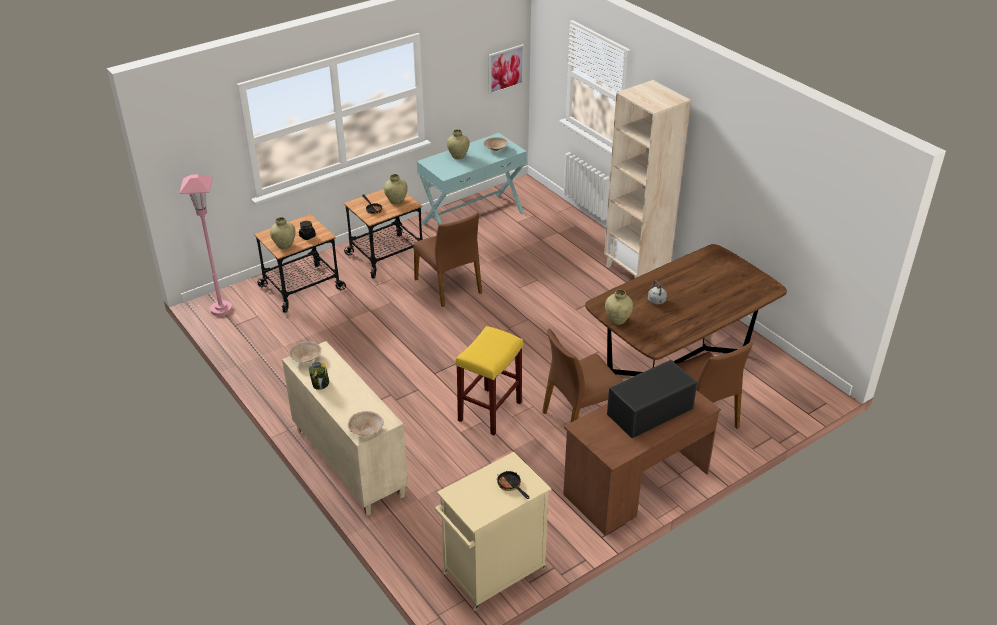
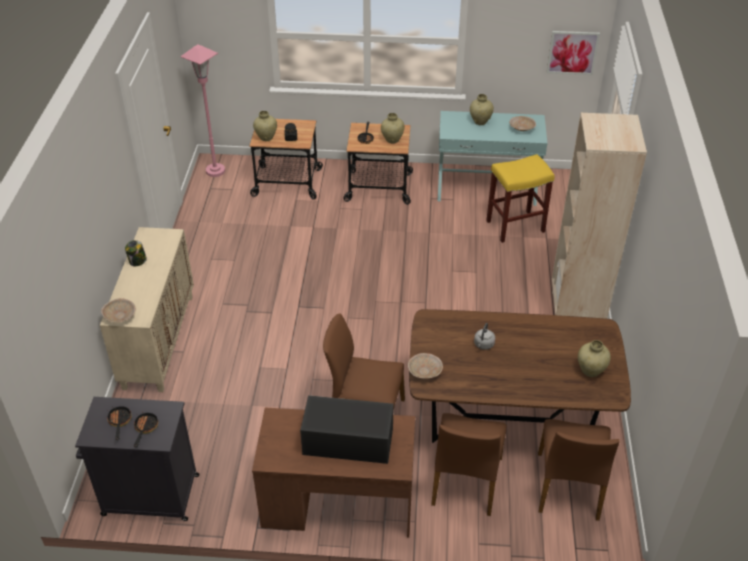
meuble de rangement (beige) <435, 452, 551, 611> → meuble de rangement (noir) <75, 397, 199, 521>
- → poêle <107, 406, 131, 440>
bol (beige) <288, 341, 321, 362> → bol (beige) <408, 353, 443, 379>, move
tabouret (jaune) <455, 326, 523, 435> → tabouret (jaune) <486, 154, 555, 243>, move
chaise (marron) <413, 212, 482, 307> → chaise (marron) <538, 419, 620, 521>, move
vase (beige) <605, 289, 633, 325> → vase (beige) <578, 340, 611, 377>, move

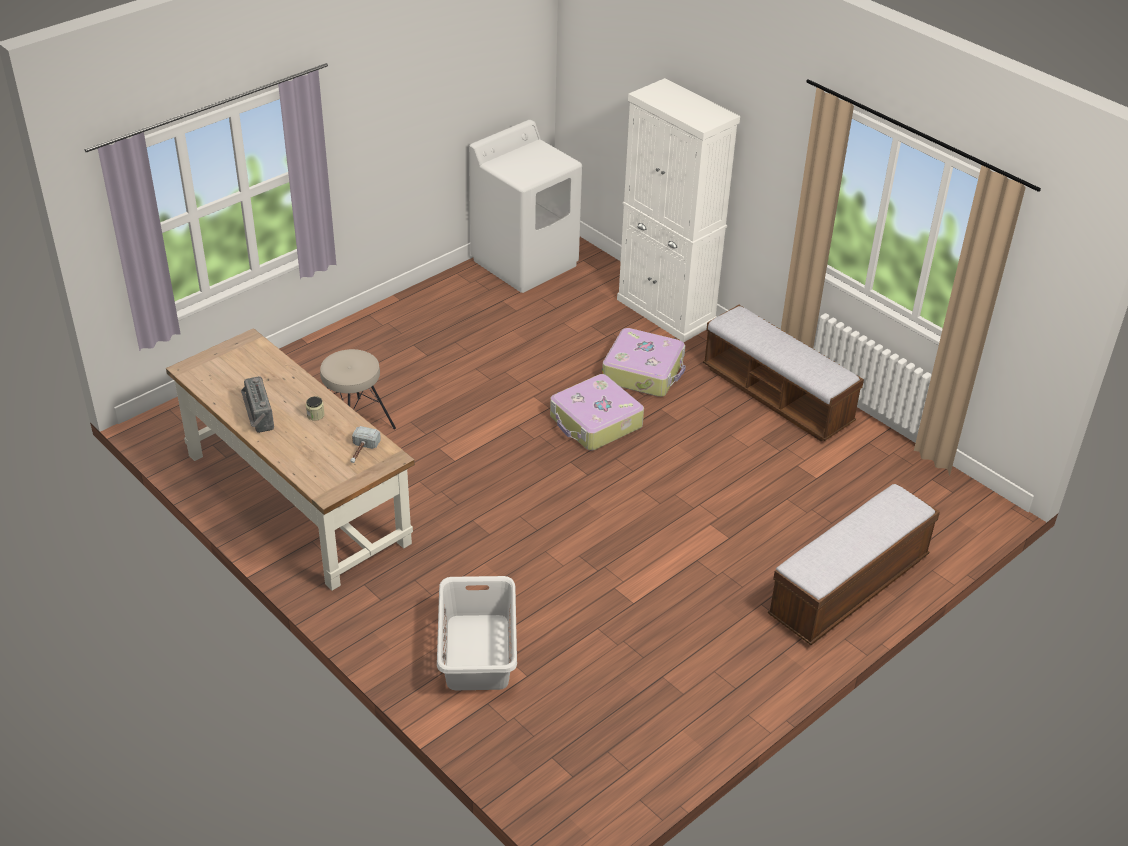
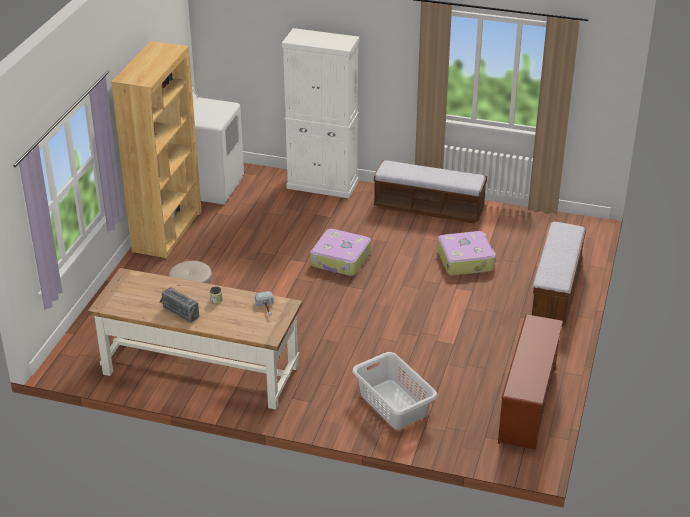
- → bibliothèque (marron) <111, 41, 202, 258>
valise <602, 328, 686, 397> → valise <437, 231, 496, 276>, move
- → étagère à chaussures (marron) <498, 314, 563, 450>

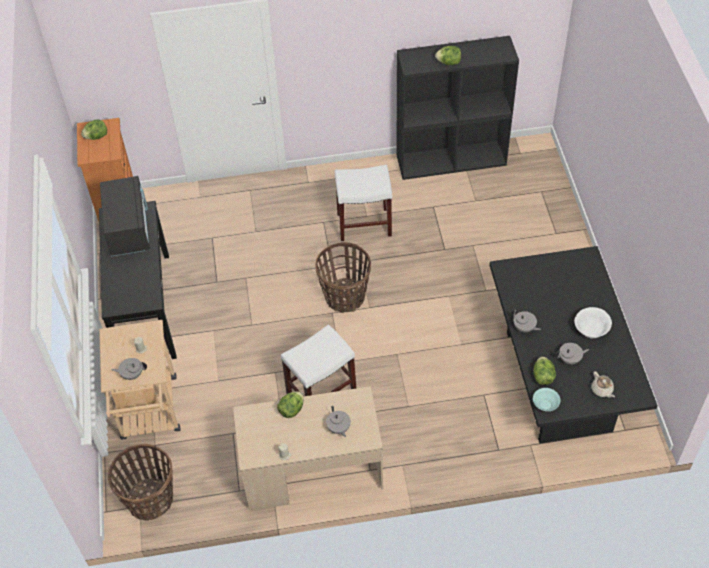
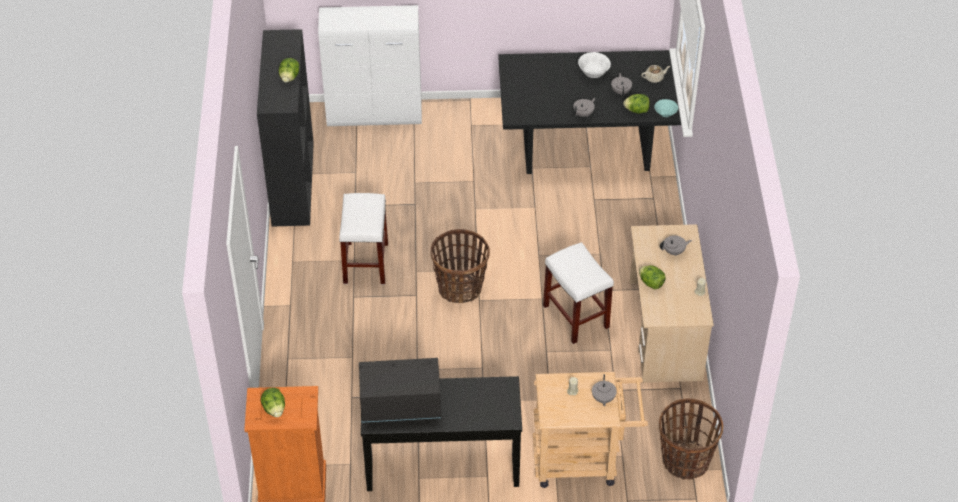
- → meuble de rangement (blanc) <318, 5, 422, 126>

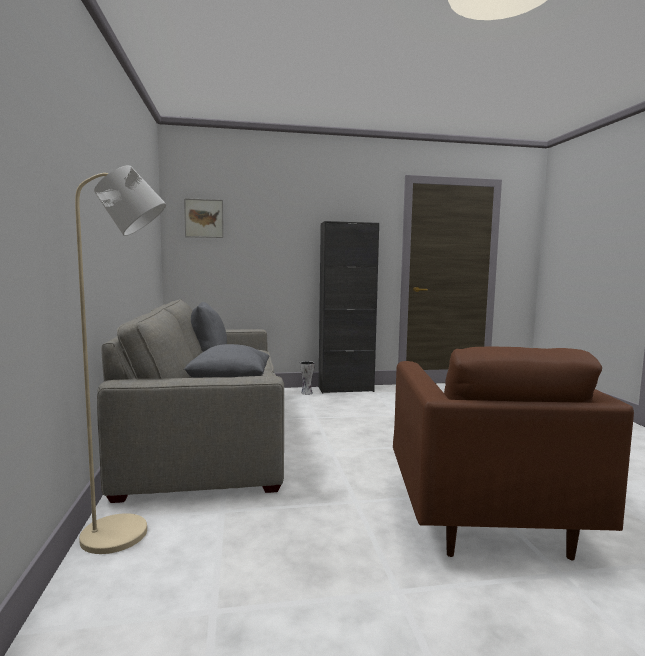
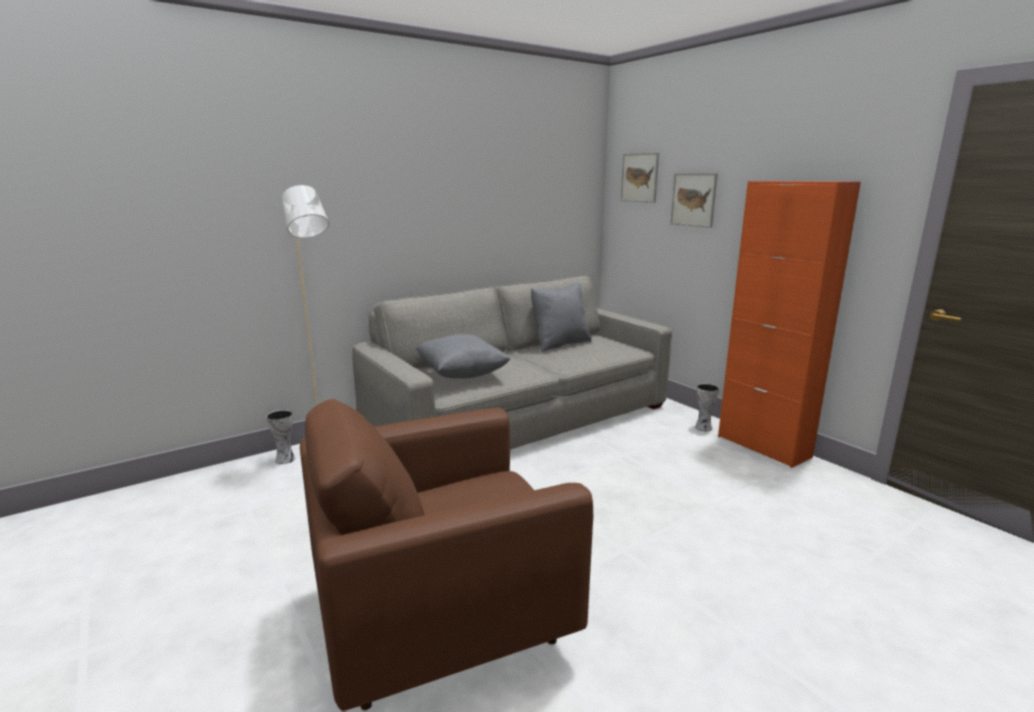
- → vase <266, 410, 296, 464>
- → tableau <670, 173, 718, 228>
meuble de rangement (noir) <319, 221, 379, 394> → meuble de rangement (orange) <718, 181, 861, 468>

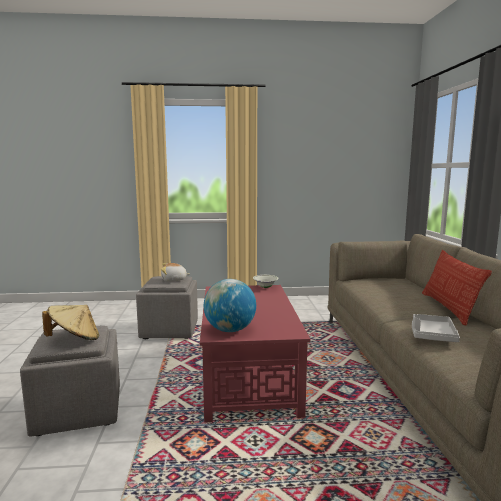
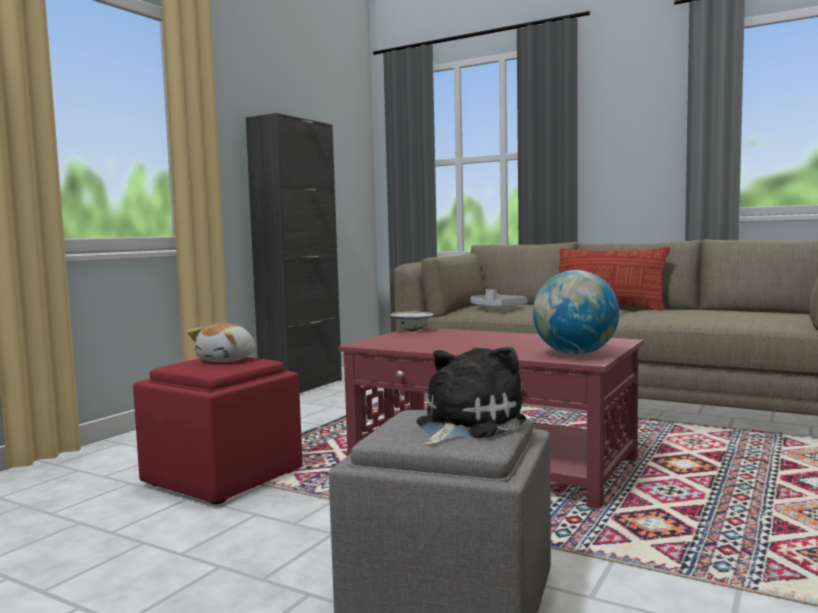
pouf (gris) <136, 276, 198, 339> → pouf (rouge) <133, 357, 303, 504>
- → meuble de rangement (noir) <246, 113, 342, 393>
chapeau (beige) <42, 305, 99, 340> → peluche <417, 347, 526, 446>
plateau (gris) <412, 314, 460, 342> → plateau (gris) <470, 289, 527, 309>, move

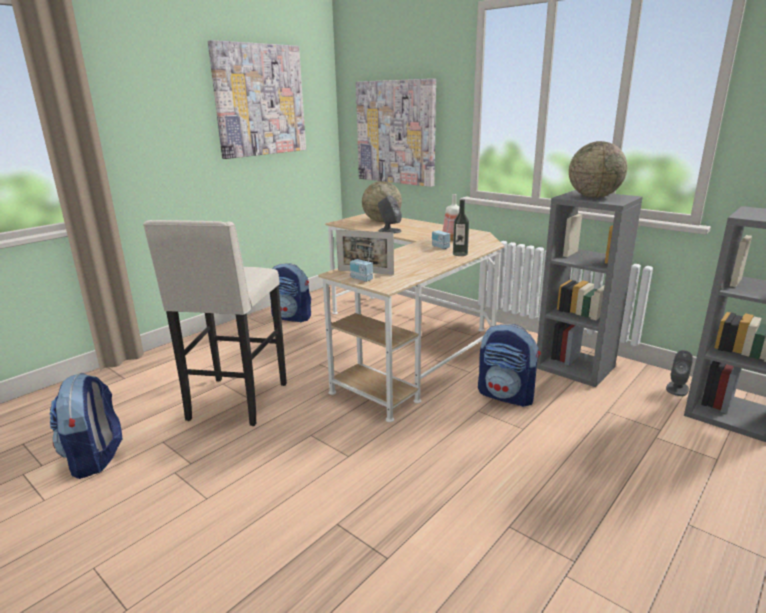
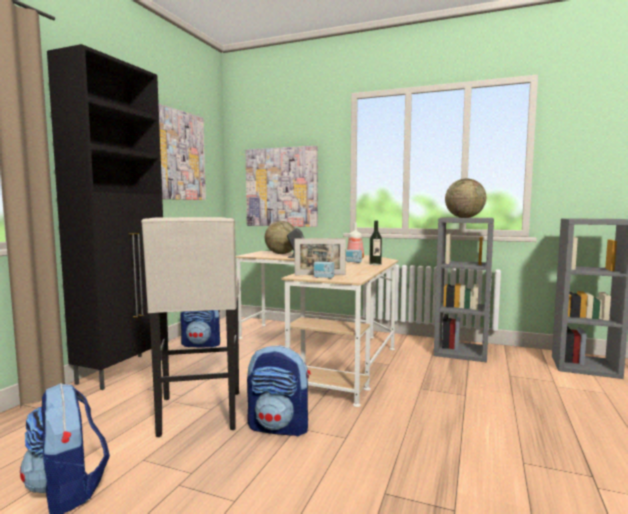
- → meuble de rangement (noir) <47, 44, 168, 390>
sac à dos <478, 324, 541, 407> → sac à dos <247, 345, 311, 436>, move
enceinte (gris) <666, 350, 693, 396> → -

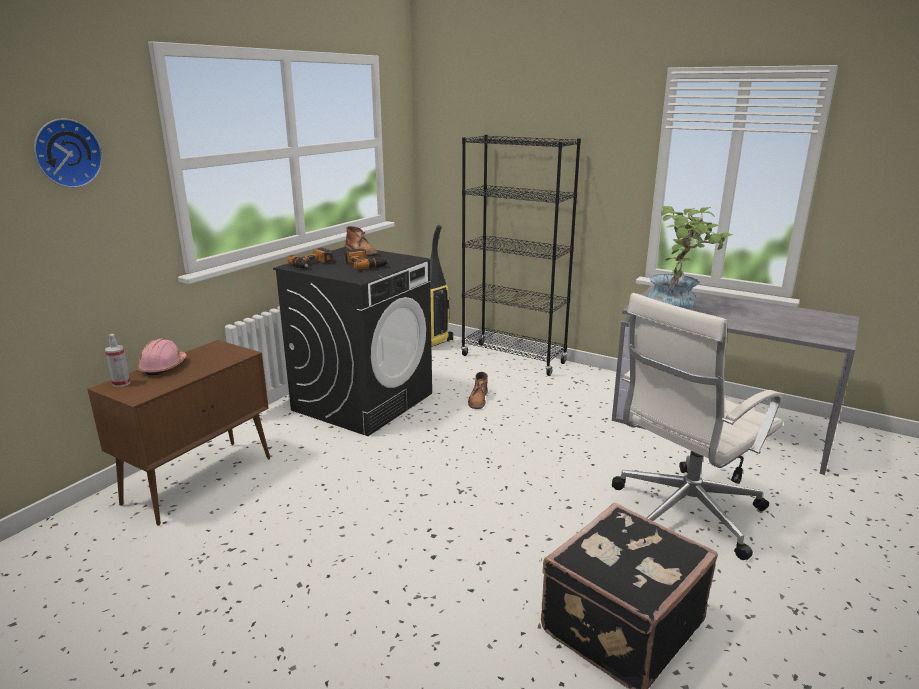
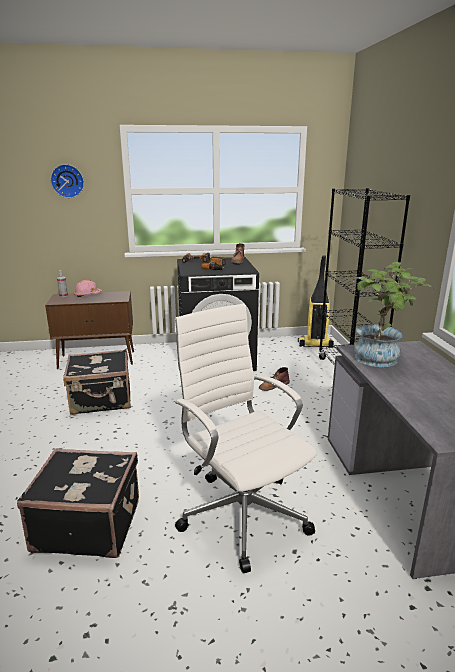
- → valise (noir) <63, 349, 131, 415>
chaise de bureau (blanc) <612, 293, 783, 560> → chaise de bureau (blanc) <174, 303, 317, 573>, 45 degrees clockwise

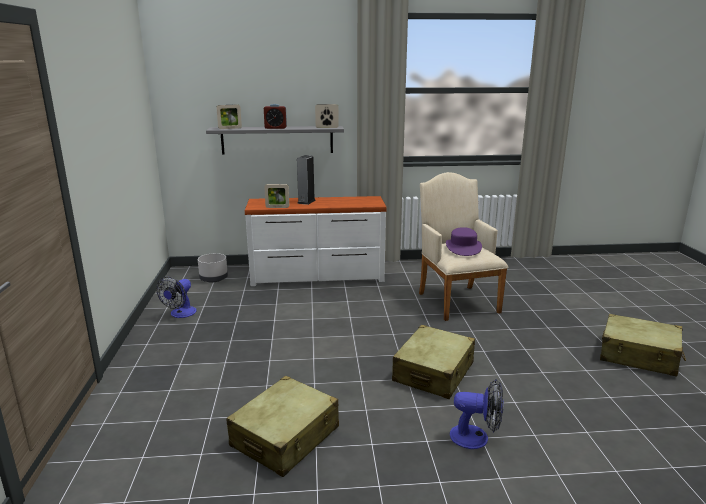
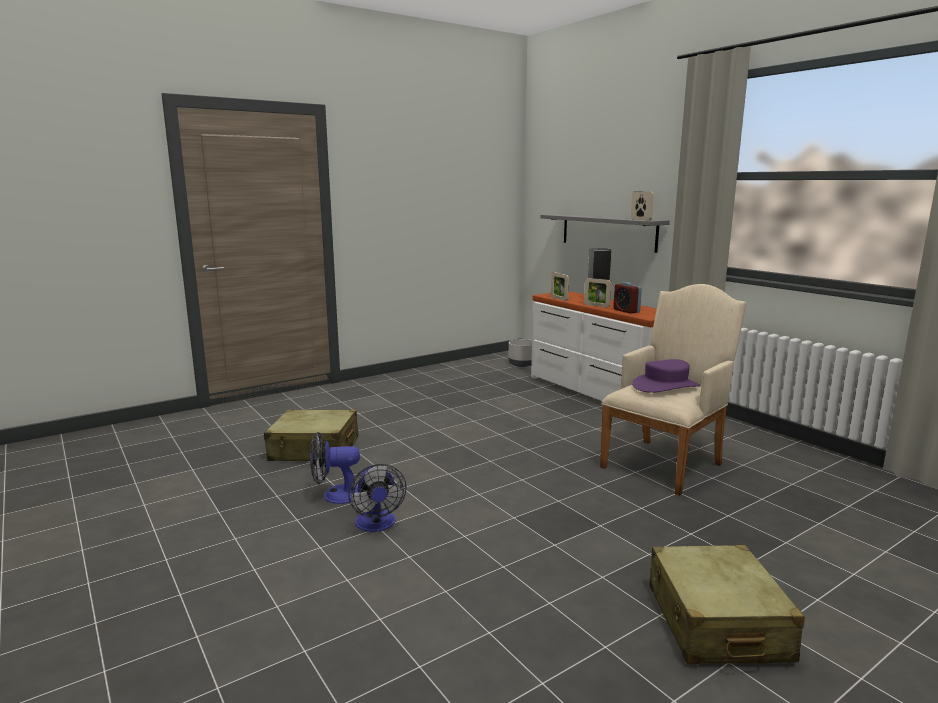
ventilateur <157, 277, 197, 318> → ventilateur <310, 432, 360, 504>, move
cadre photo <216, 105, 242, 129> → cadre photo <584, 278, 611, 308>, move
réveil <264, 104, 287, 129> → réveil <613, 282, 642, 314>, move
valise (beige) <392, 325, 475, 399> → -

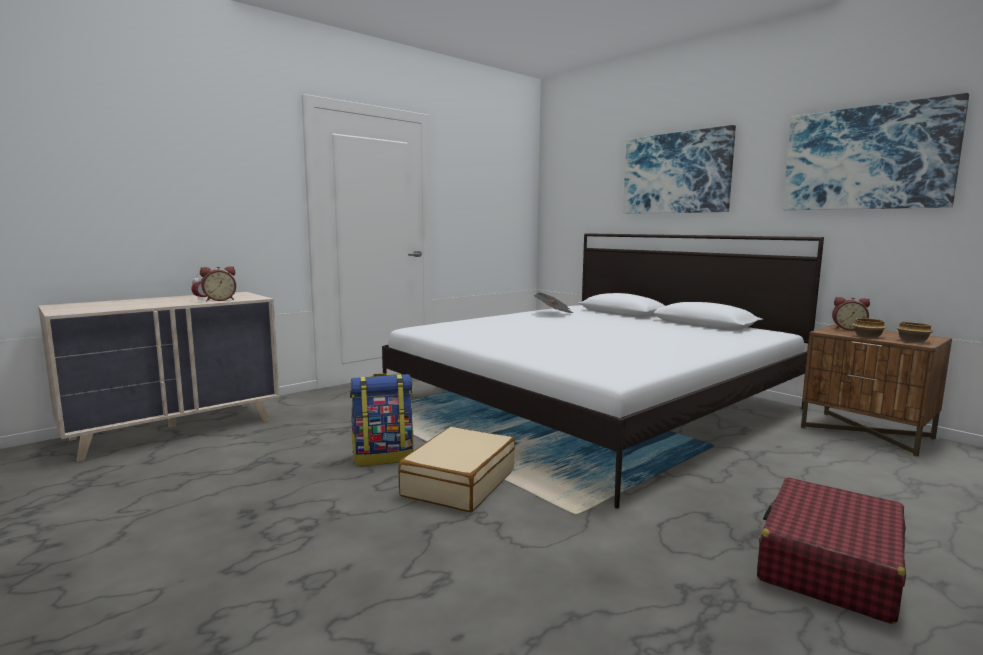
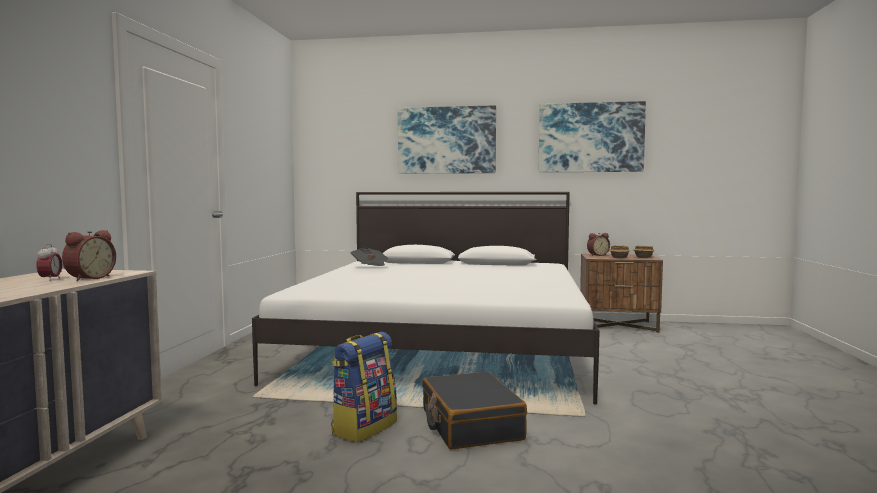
valise (beige) <398, 427, 515, 512> → valise (noir) <422, 371, 527, 449>
valise (rouge) <757, 477, 906, 624> → -

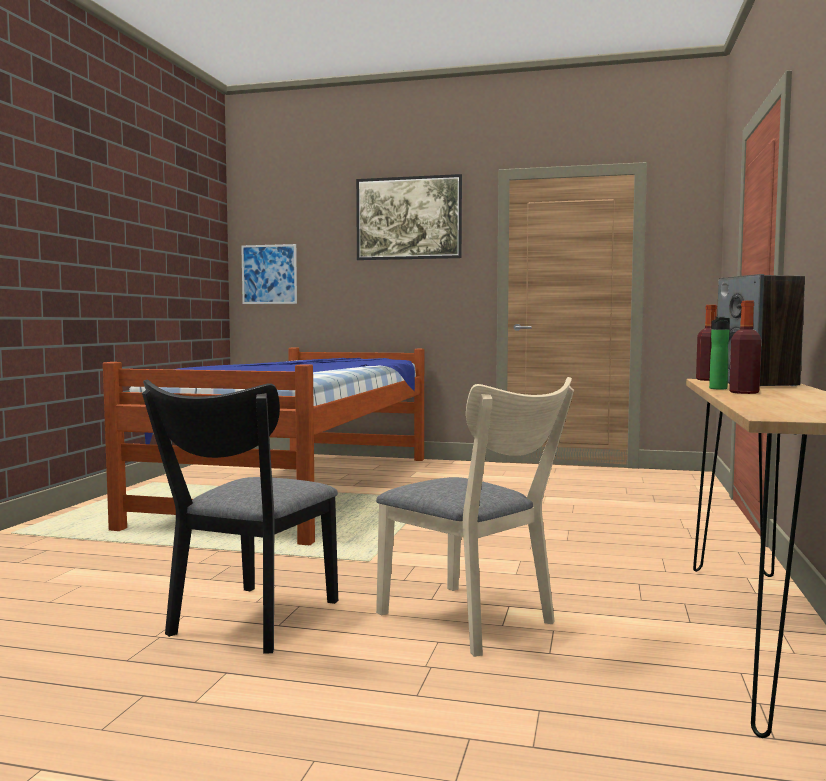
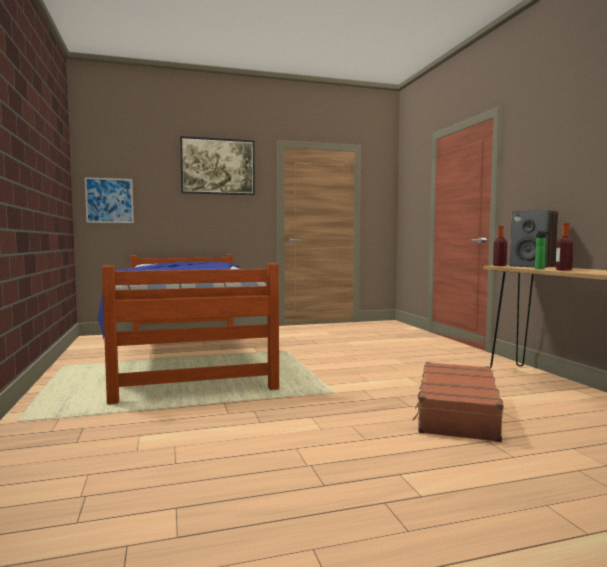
chaise (beige) <376, 377, 574, 657> → valise (marron) <413, 362, 503, 442>
chaise (noir) <142, 379, 338, 654> → -

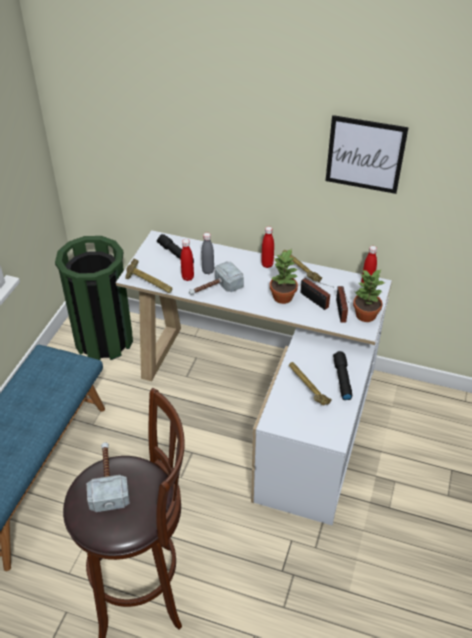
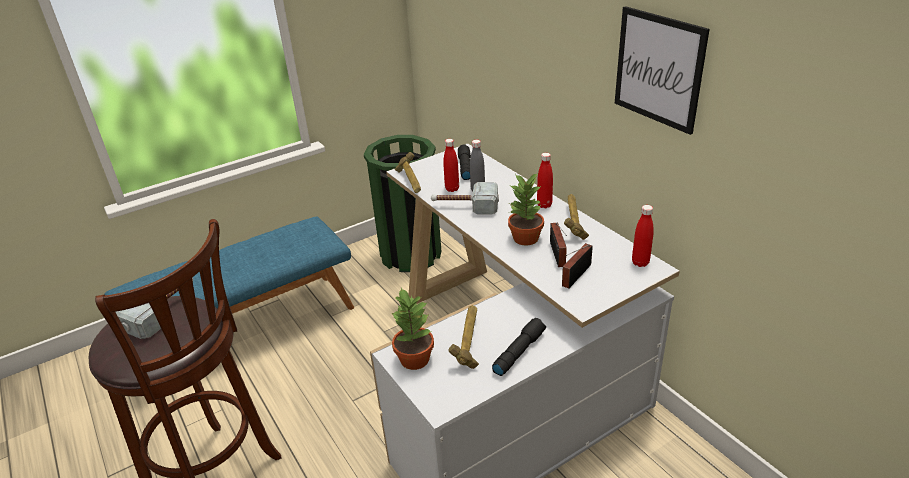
plante en pot <353, 269, 386, 322> → plante en pot <392, 288, 434, 370>, move

